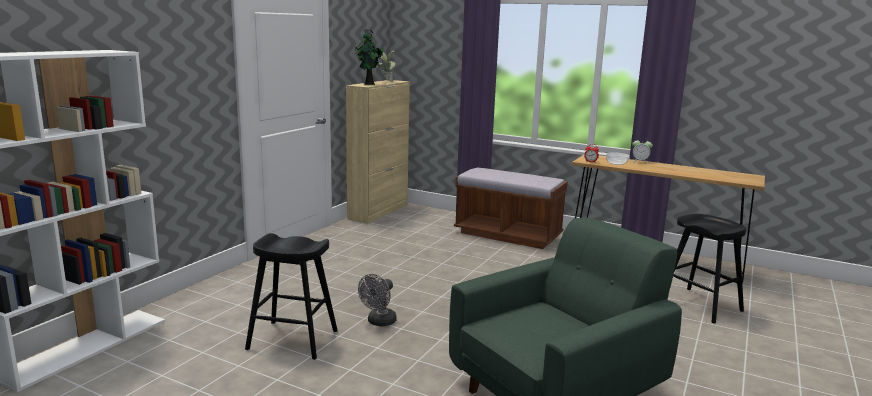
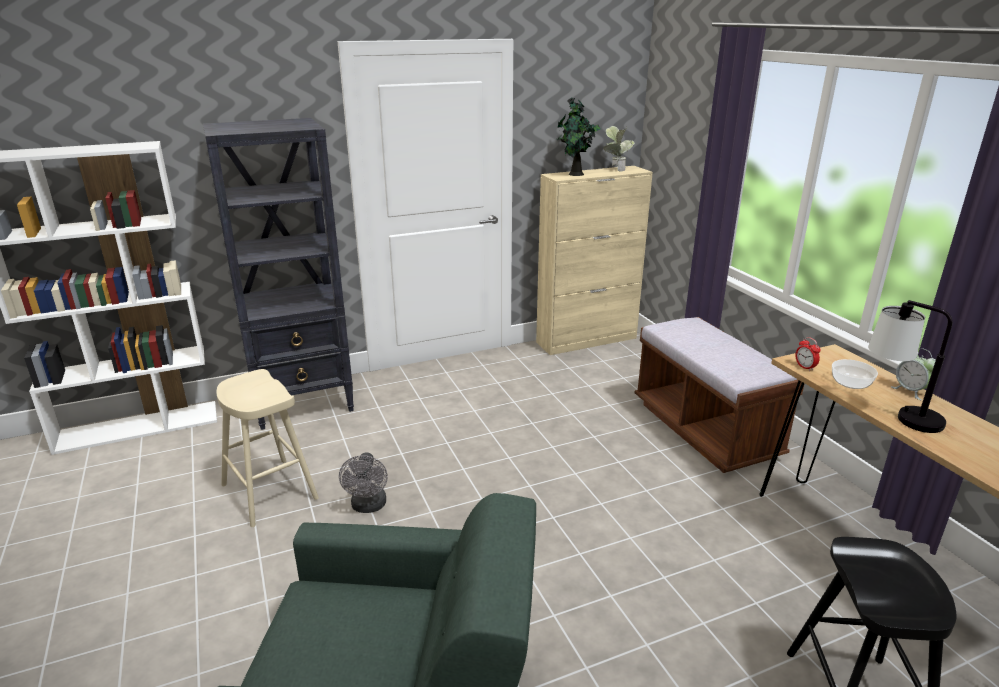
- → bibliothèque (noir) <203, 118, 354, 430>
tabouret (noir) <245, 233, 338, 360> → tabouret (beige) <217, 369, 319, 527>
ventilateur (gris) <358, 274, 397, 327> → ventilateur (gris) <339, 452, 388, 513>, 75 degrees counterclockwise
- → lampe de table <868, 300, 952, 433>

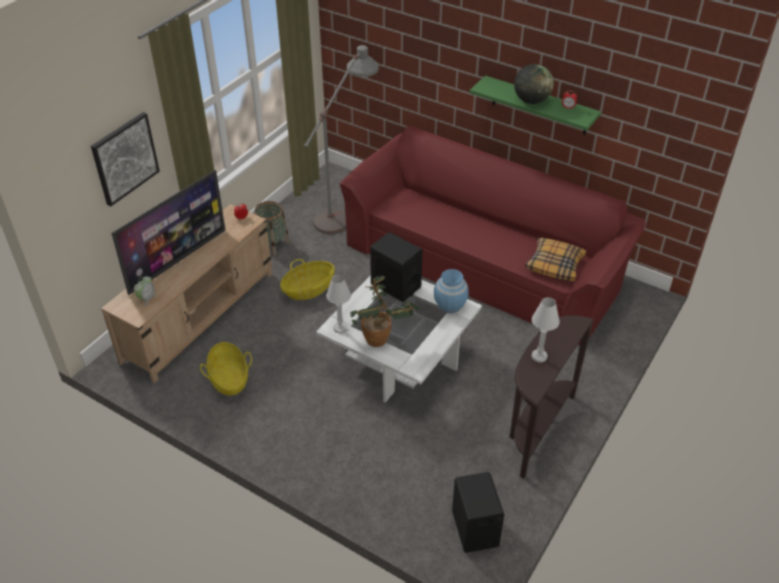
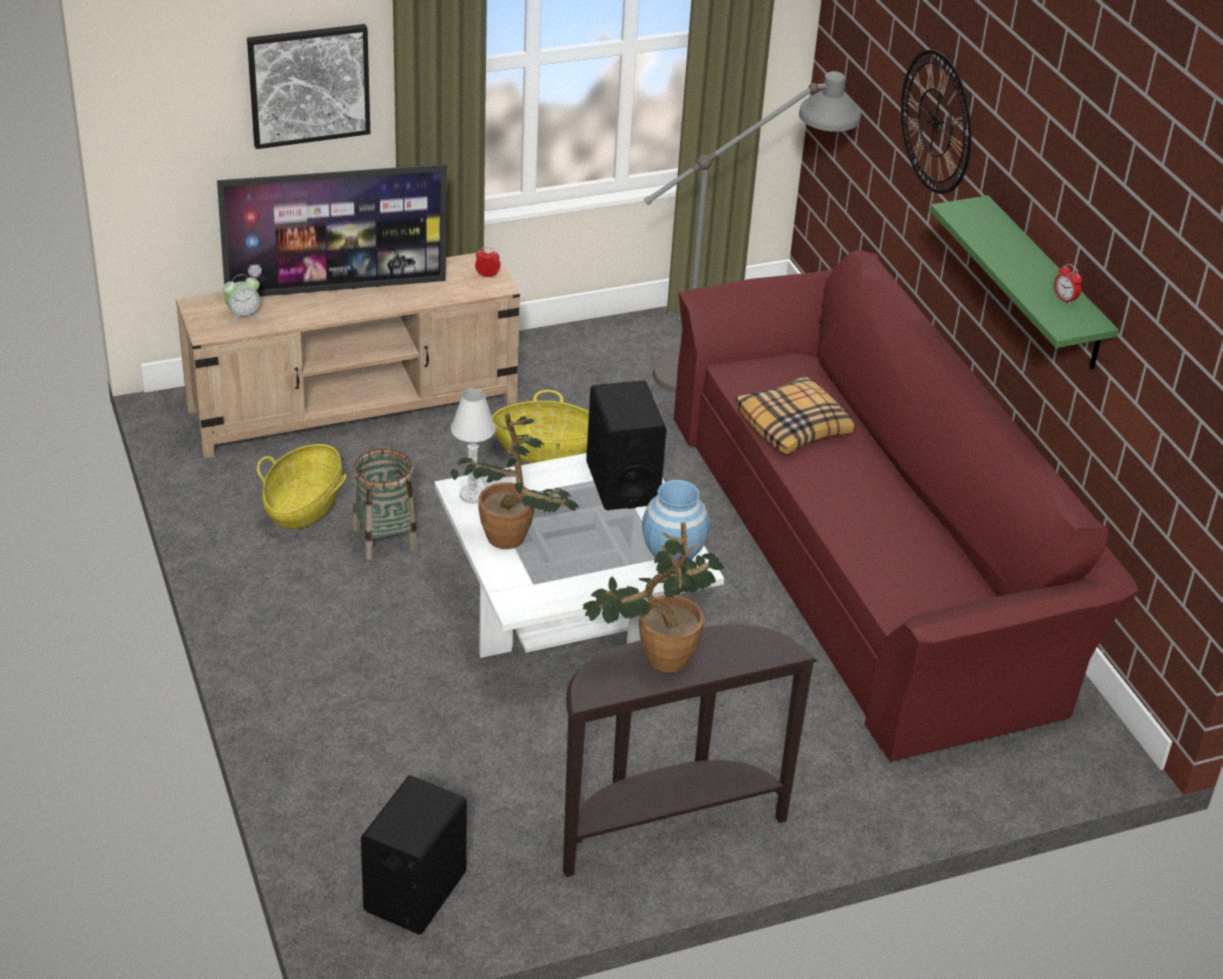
panier <254, 201, 290, 255> → panier <353, 448, 418, 560>, move
lampe de table (blanc) <531, 297, 560, 363> → plante en pot <582, 522, 724, 672>
coussin <525, 238, 587, 281> → coussin <736, 375, 856, 454>, move
- → horloge murale <901, 50, 972, 194>
globe <514, 64, 554, 104> → -

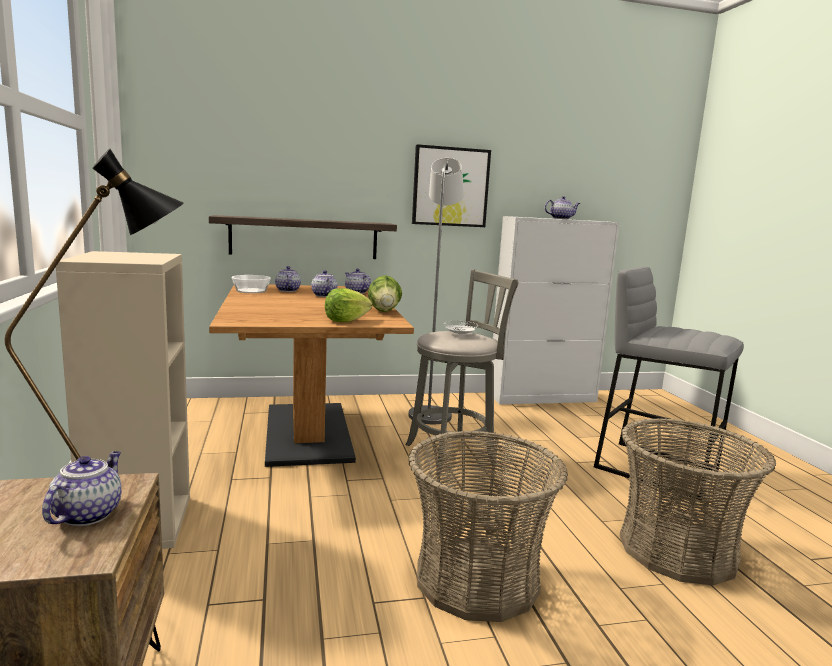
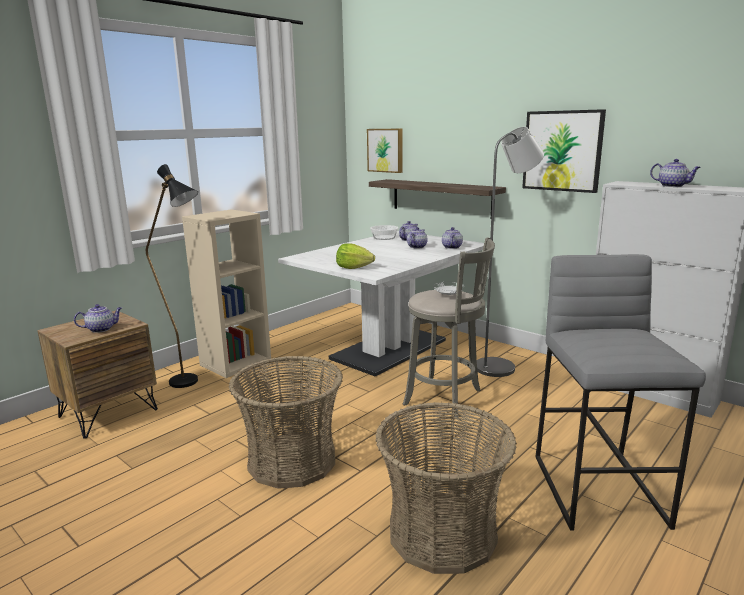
table à manger (marron) <209, 285, 414, 467> → table à manger (blanc) <278, 231, 484, 377>
- → tableau <367, 129, 403, 173>
laitue <368, 275, 402, 312> → -

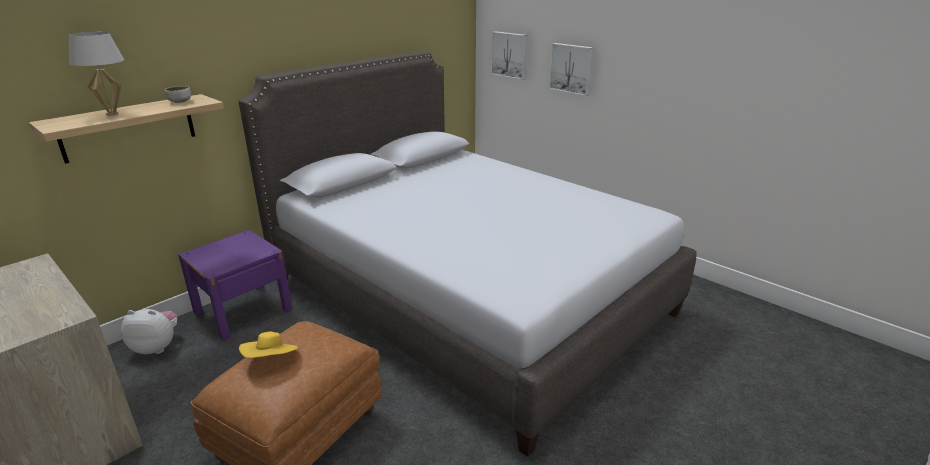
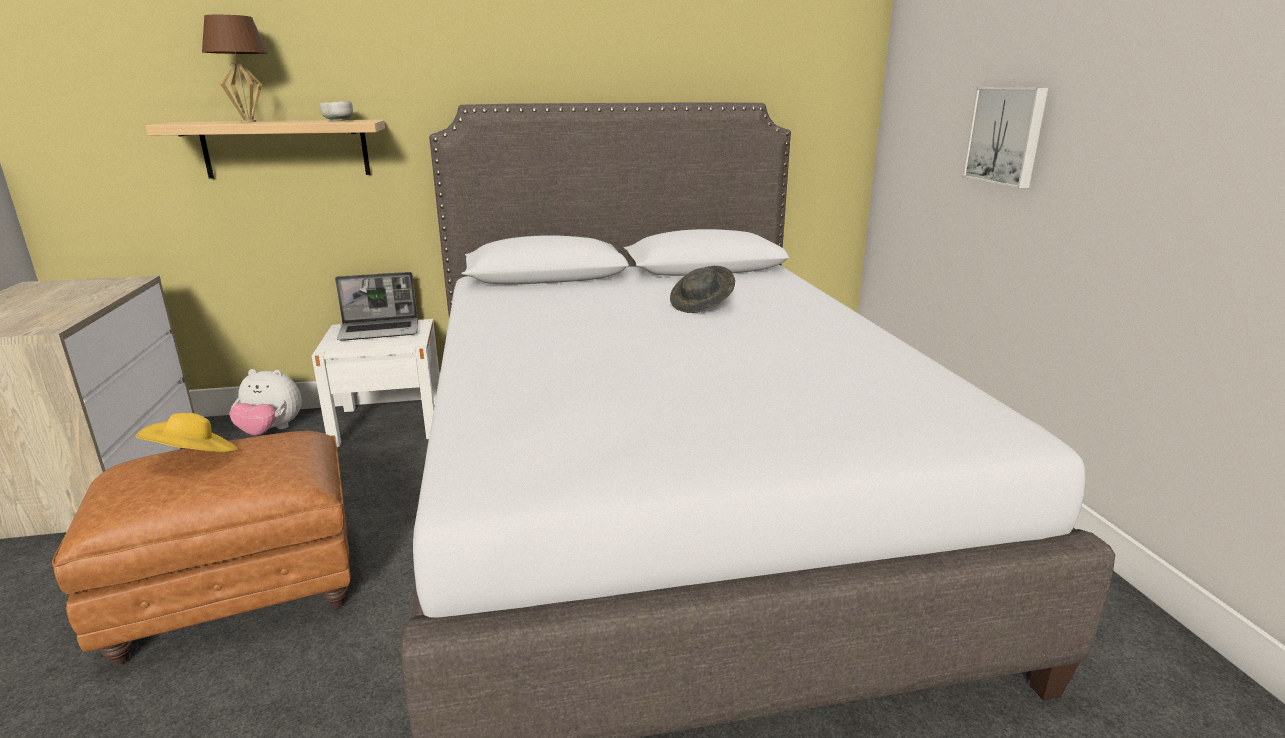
lampe de table (blanc) <69, 32, 124, 116> → lampe de table (marron) <202, 15, 268, 122>
peluche <121, 309, 178, 354> → peluche <229, 369, 302, 435>, 150 degrees clockwise
table de chevet (violet) <178, 230, 292, 341> → table de chevet (blanc) <312, 319, 440, 447>
- → ordinateur portable <335, 272, 418, 341>
- → chapeau (gris) <670, 266, 735, 313>
tableau <491, 31, 528, 80> → -

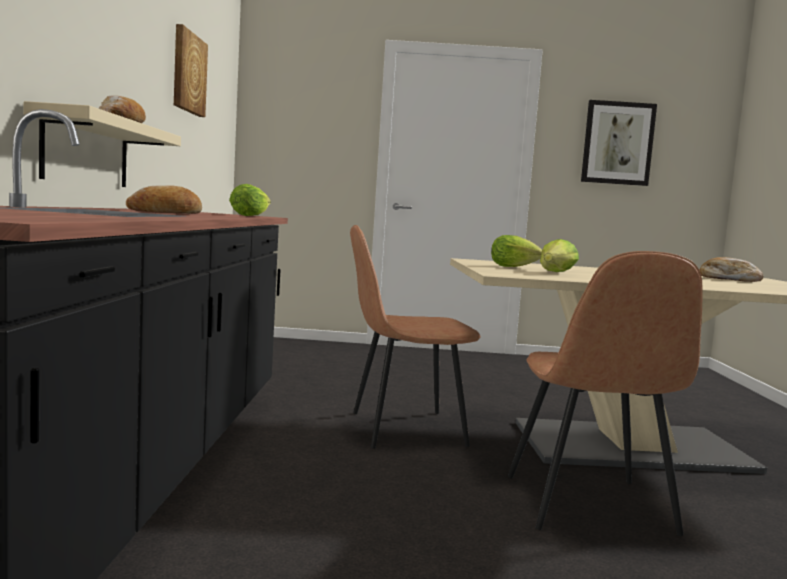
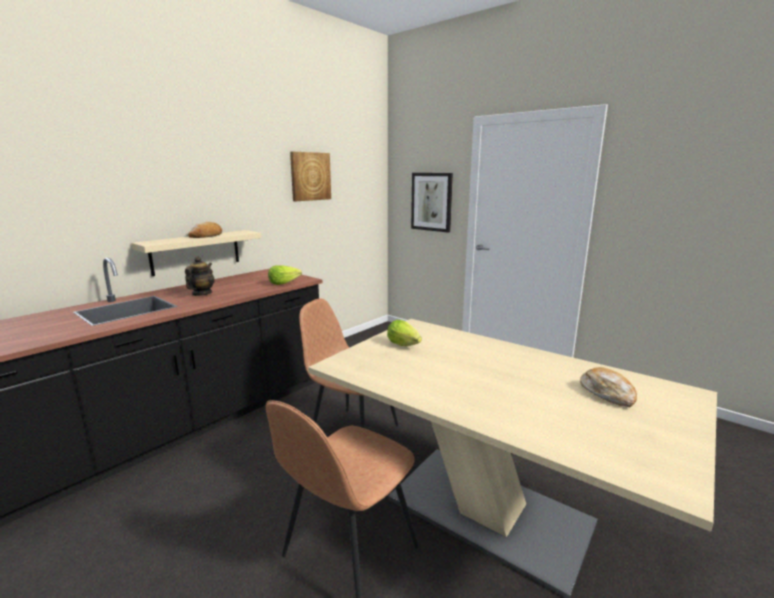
pain <126, 185, 202, 214> → théière <185, 257, 214, 296>
tableau <581, 100, 657, 186> → tableau <411, 173, 453, 233>, move
laitue <540, 239, 579, 272> → -

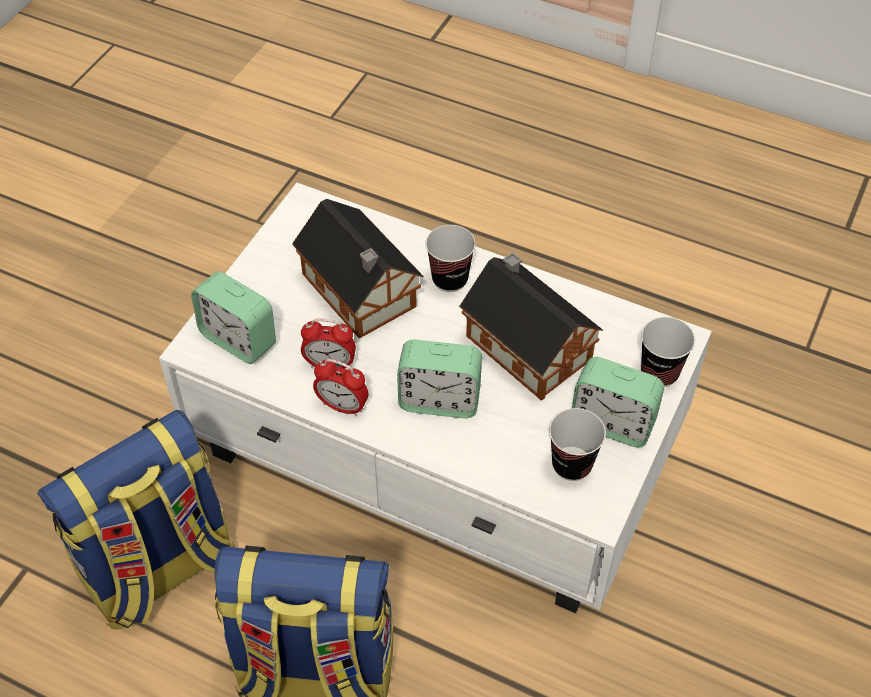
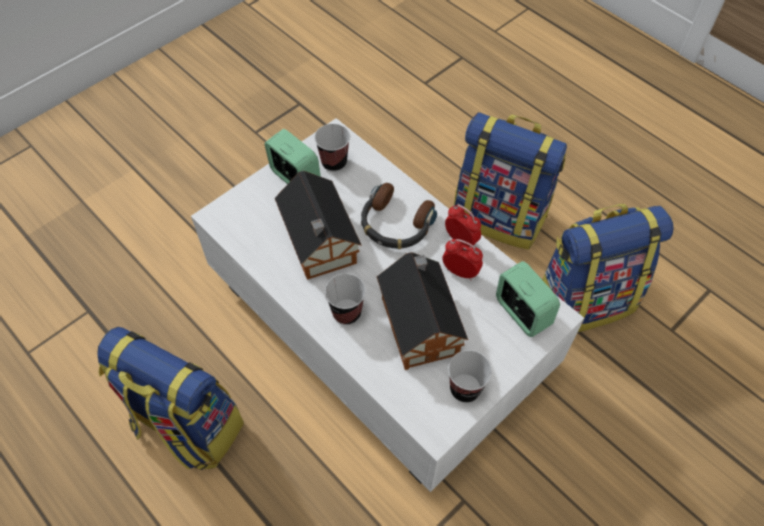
- → sac à dos <97, 327, 244, 470>
réveil <397, 339, 482, 418> → casque audio <361, 183, 437, 249>
tasse <641, 317, 695, 387> → tasse <448, 350, 492, 402>, move

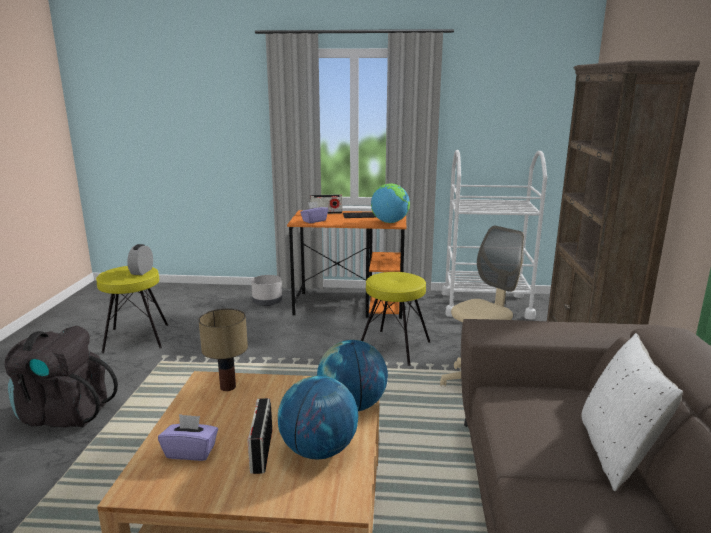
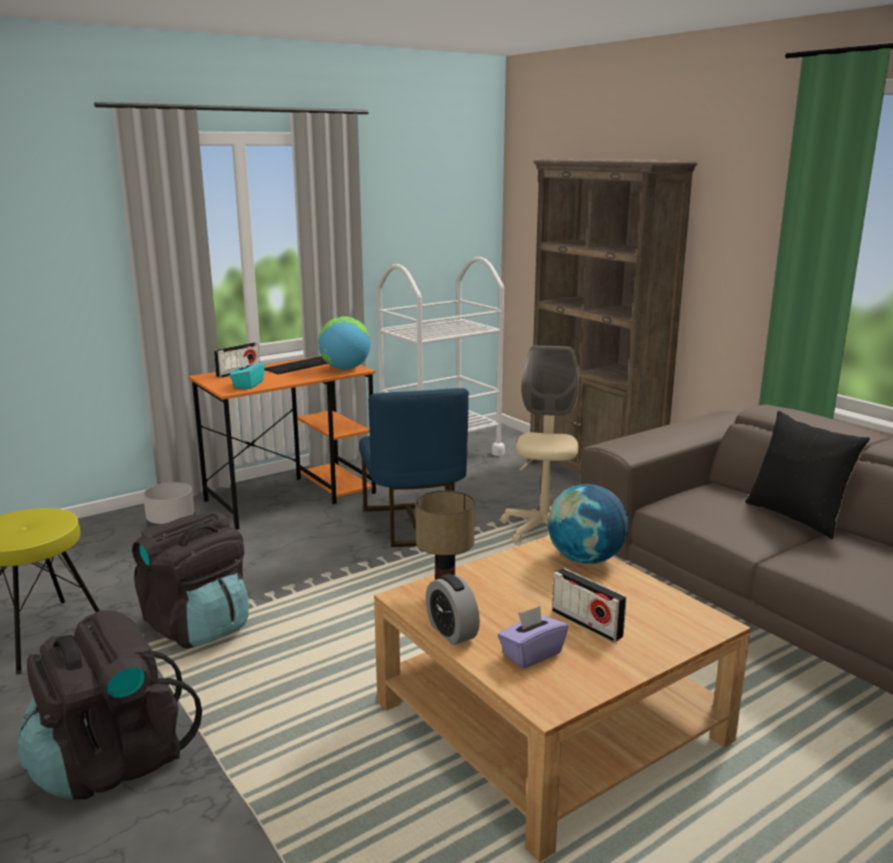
- → sac à dos (noir) <132, 511, 249, 649>
boîte à mouchoirs (violet) <300, 201, 328, 223> → boîte à mouchoirs (turquoise) <229, 356, 265, 389>
tabouret (jaune) <361, 272, 430, 366> → chaise (bleu) <359, 388, 469, 547>
réveil <127, 244, 153, 275> → réveil <426, 574, 480, 645>, move
coussin (blanc) <581, 333, 683, 491> → coussin (noir) <745, 411, 870, 539>
globe <278, 376, 358, 460> → -

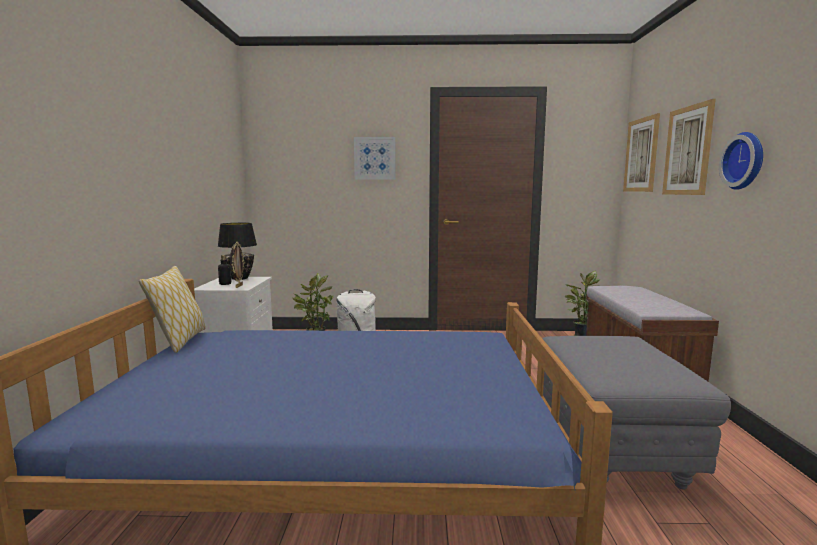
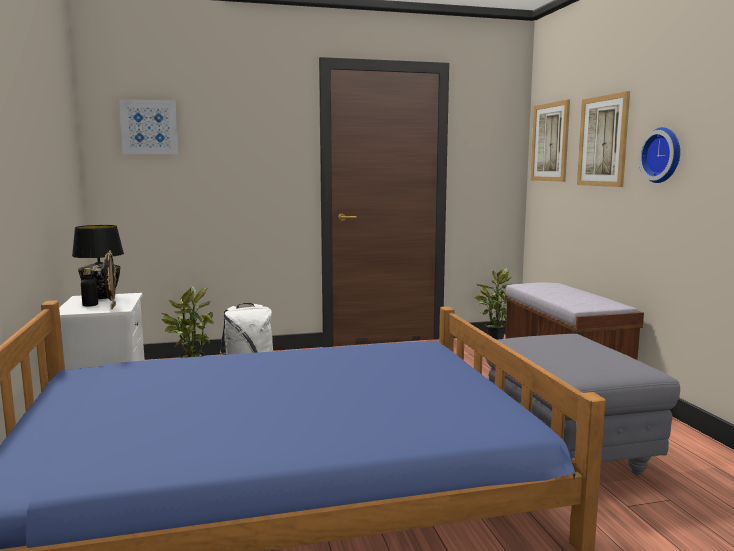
tableau <354, 137, 396, 179> → tableau <119, 99, 178, 154>, move
coussin <139, 266, 206, 353> → -

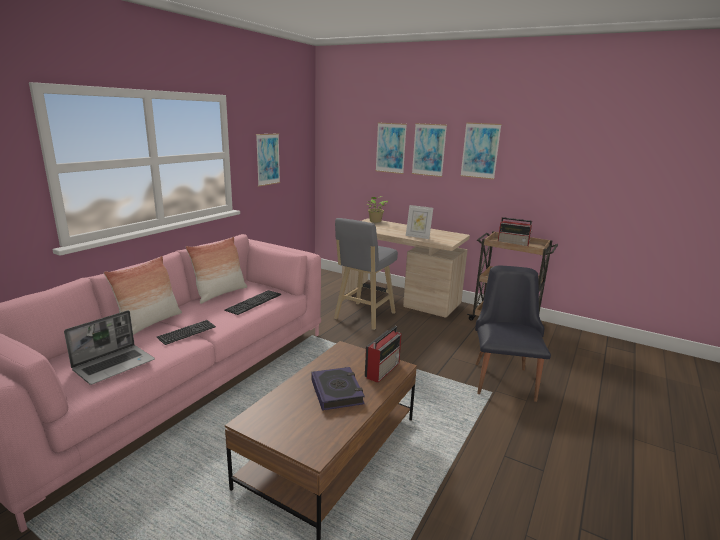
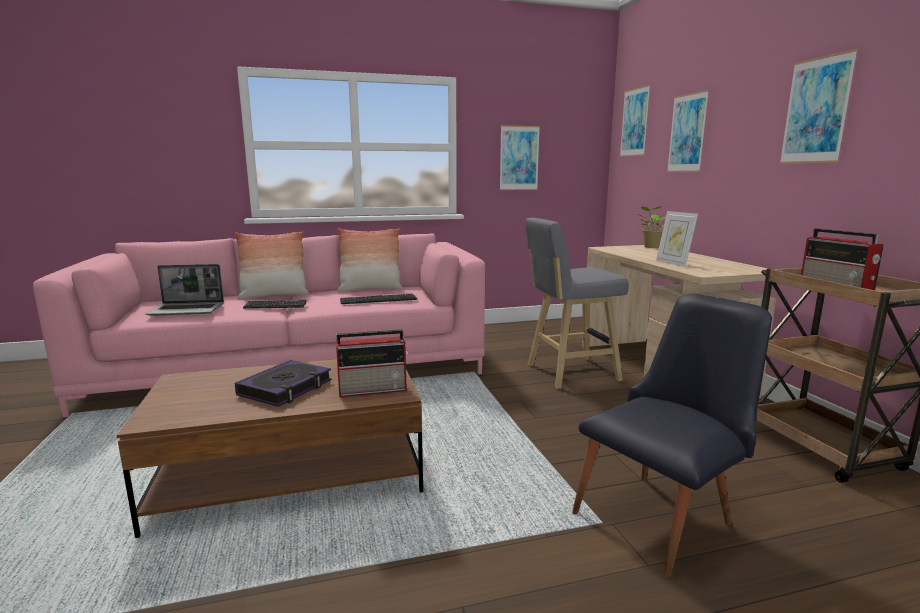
tableau <412, 123, 447, 177> → tableau <619, 85, 651, 157>, move

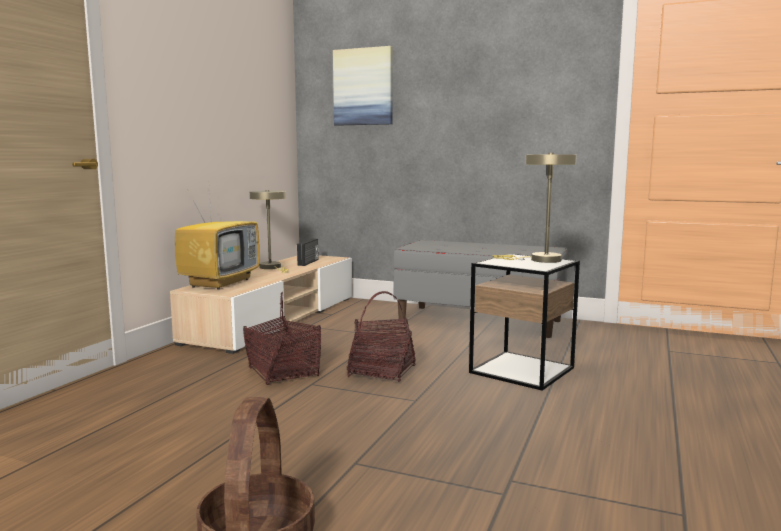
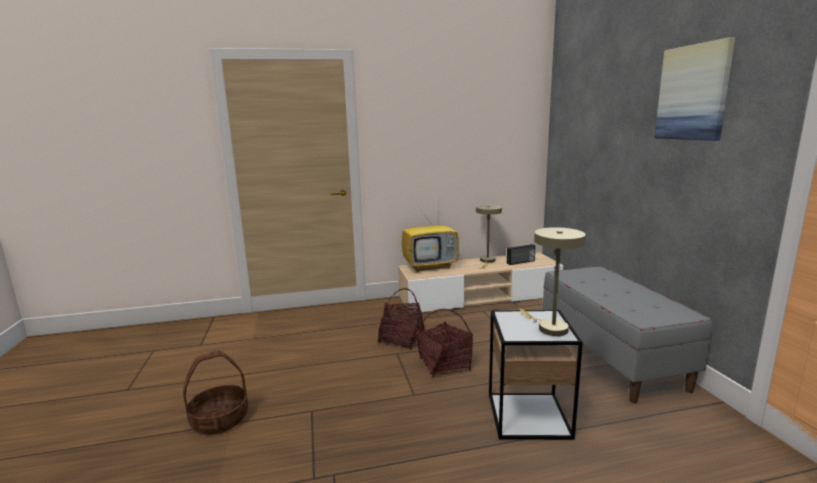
tableau <333, 46, 393, 126> → tableau <654, 37, 736, 141>, move

